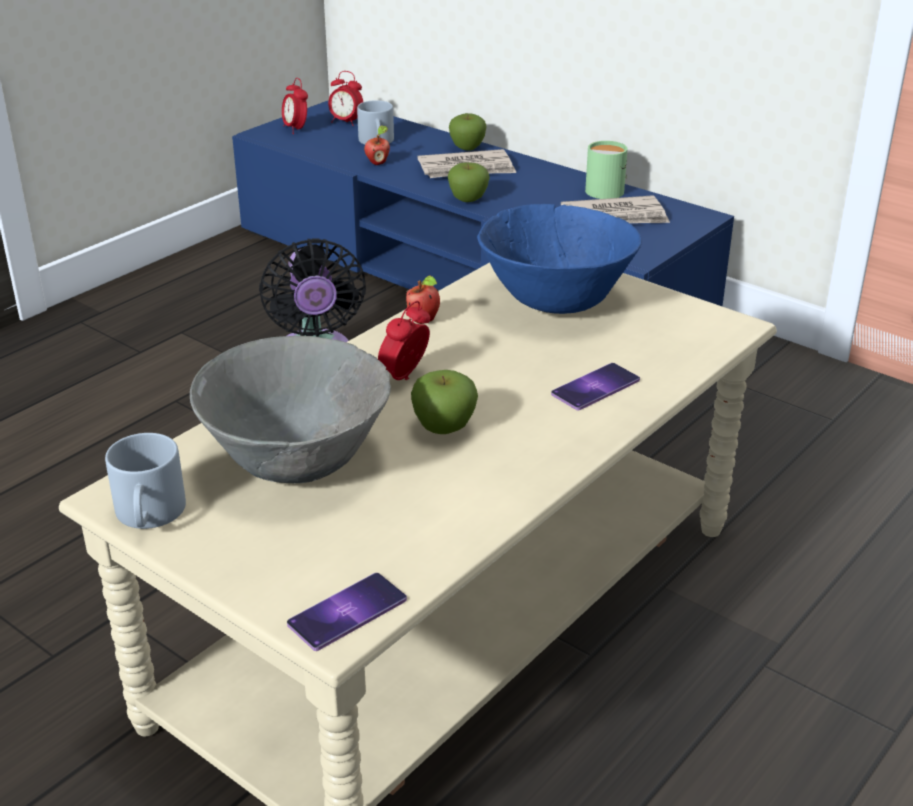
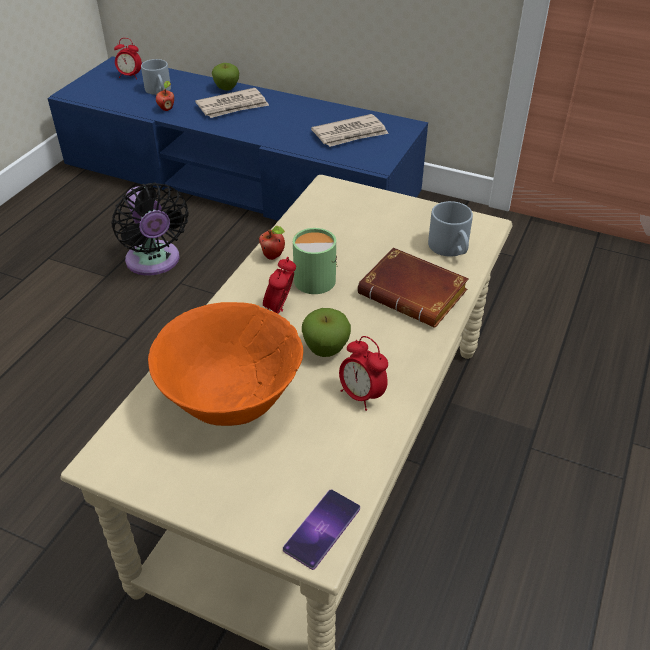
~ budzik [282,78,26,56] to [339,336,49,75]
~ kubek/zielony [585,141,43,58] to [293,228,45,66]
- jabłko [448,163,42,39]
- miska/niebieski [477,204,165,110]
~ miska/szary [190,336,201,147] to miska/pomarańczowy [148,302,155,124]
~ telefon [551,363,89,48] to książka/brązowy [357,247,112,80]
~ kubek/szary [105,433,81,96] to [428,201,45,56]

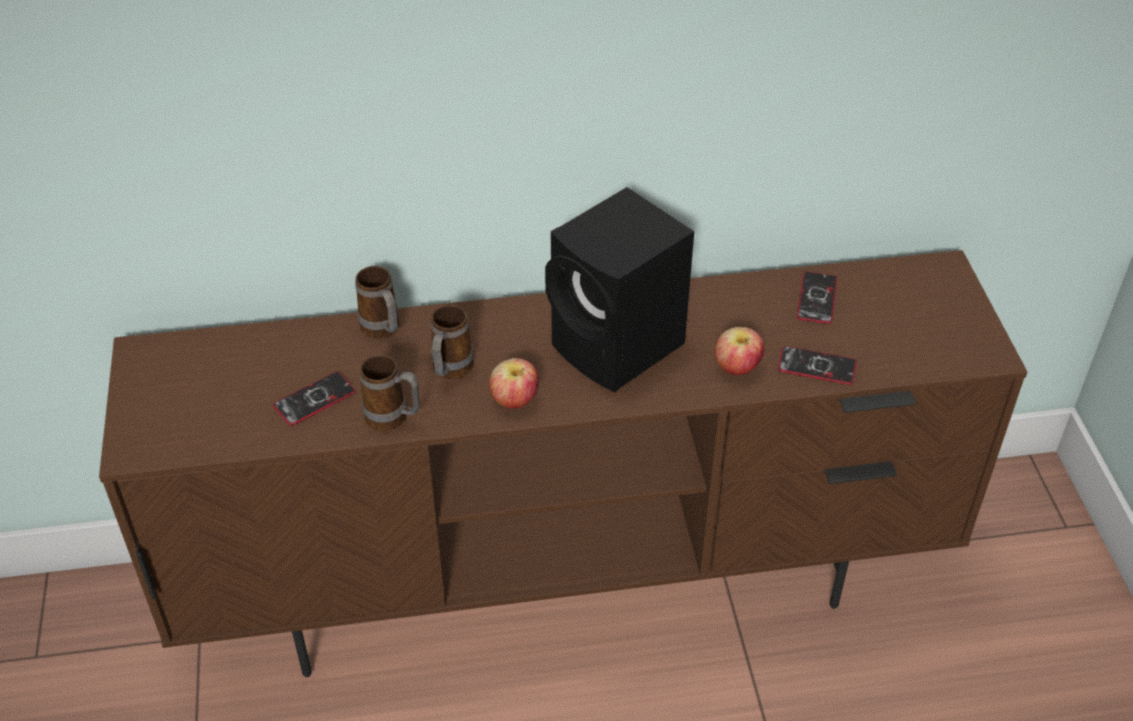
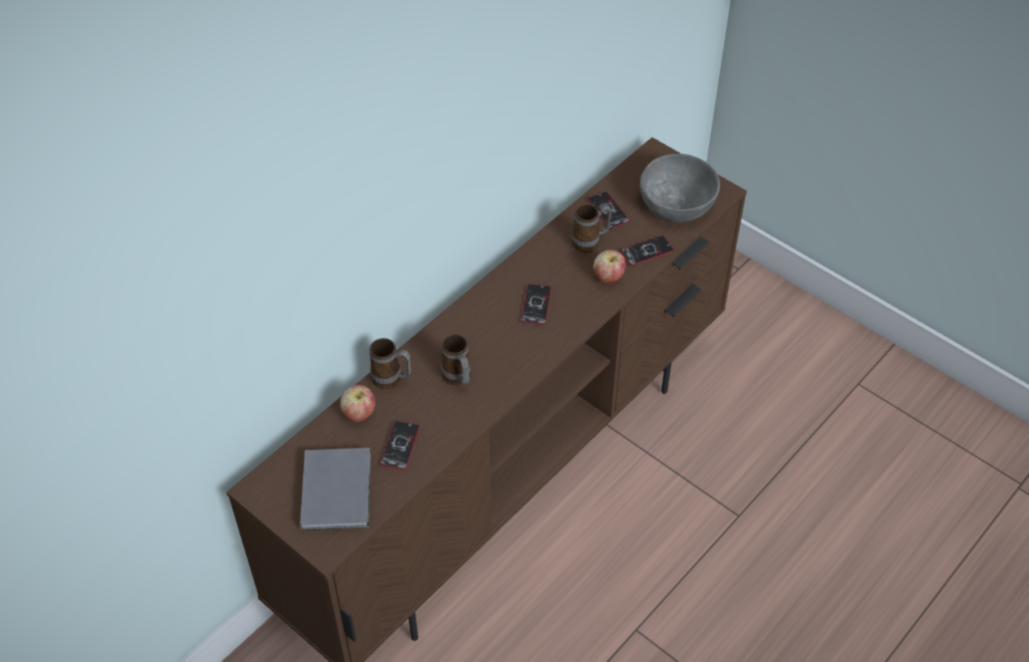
~ głośnik/czarny [545,187,149,205] to telefon [521,284,30,41]
~ kubek [360,355,60,76] to [572,204,40,49]
~ jabłko [489,358,50,51] to [340,385,36,37]
+ miska/szary [640,154,80,68]
+ książka/szary [300,448,71,82]

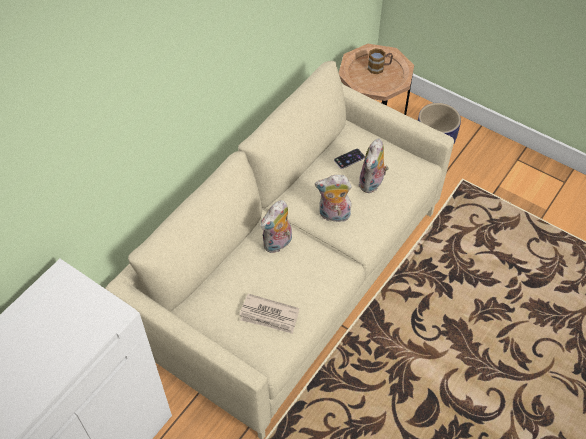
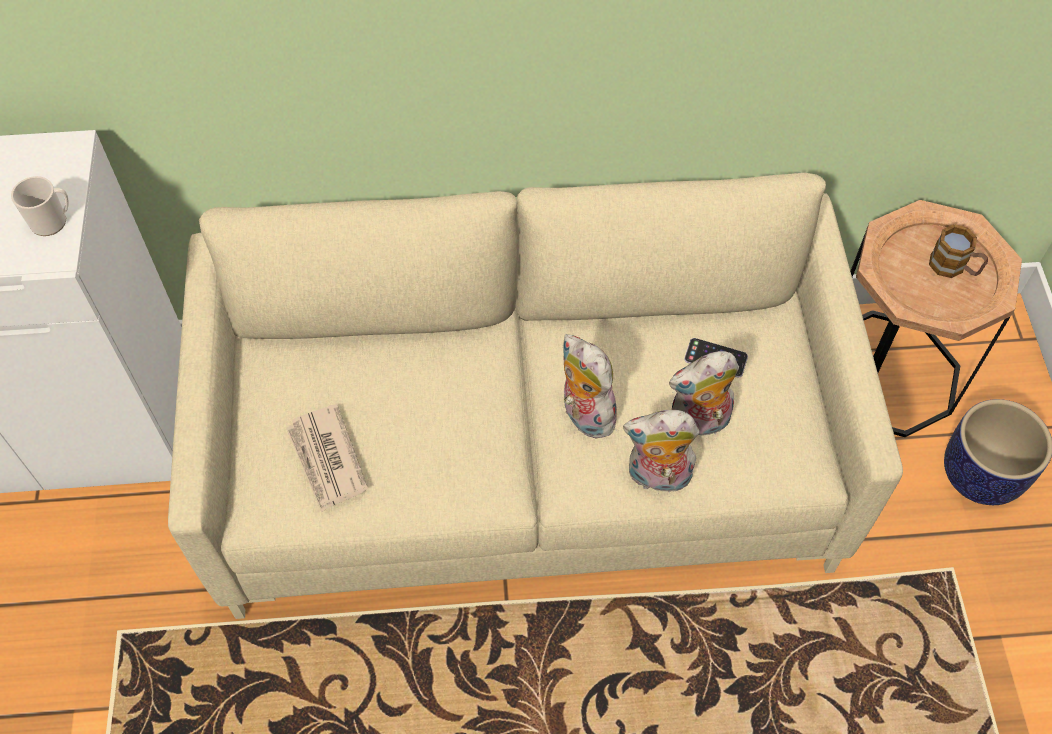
~ pluszak [261,200,31,53] to [623,410,77,83]
+ kubek [11,176,58,60]

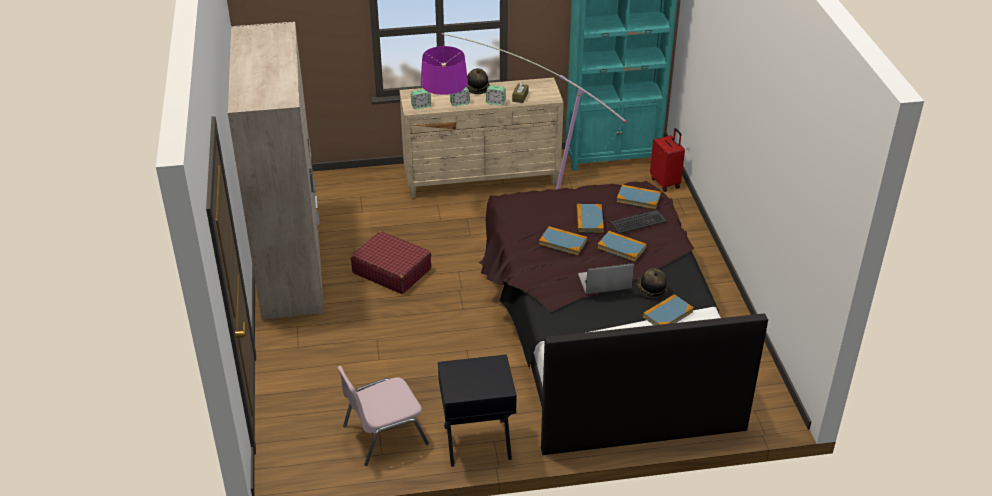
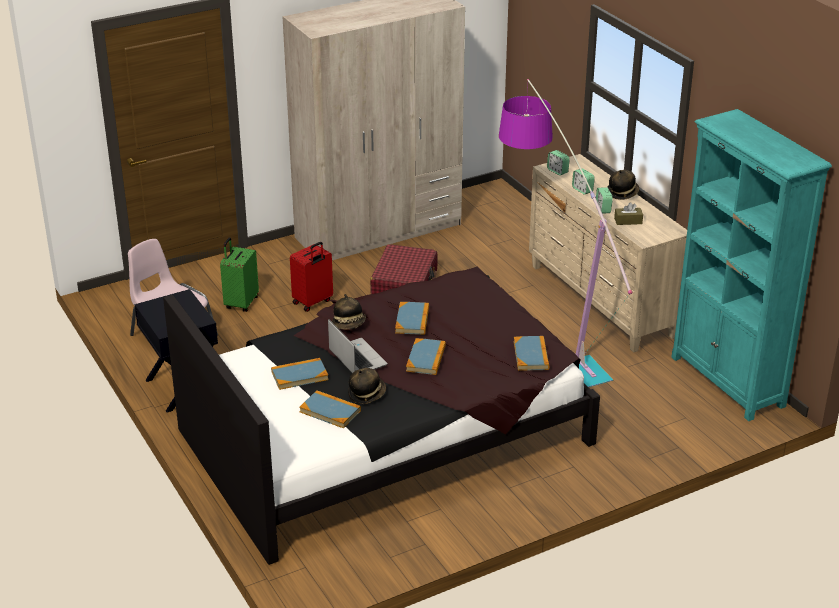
~ walizka/czerwony [650,128,35,64] to [290,242,43,70]
~ książka [577,204,27,29] to [271,358,57,32]
- klawiatura [610,210,57,24]
+ walizka/zielony [220,237,39,75]
+ kapelusz [332,294,34,35]

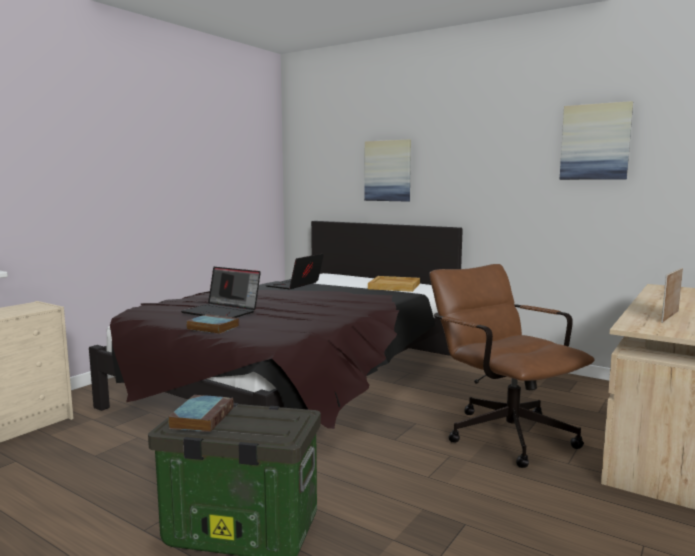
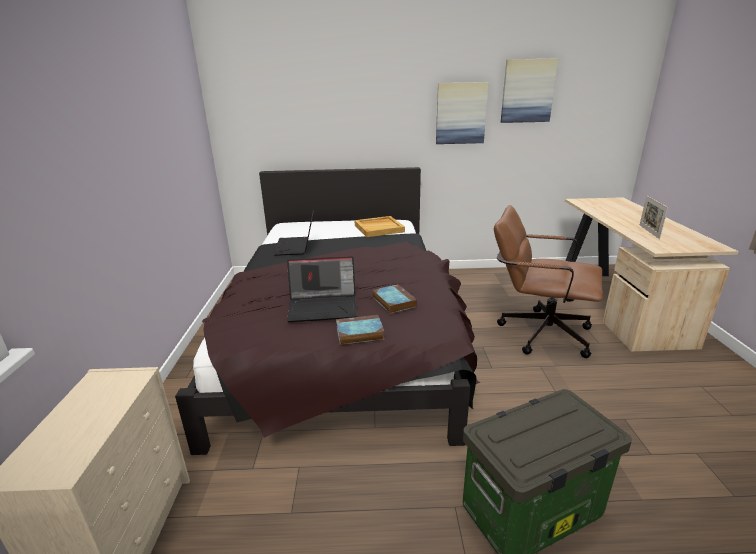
~ obraz [364,139,47,63] to [436,82,53,62]
~ książka [168,395,65,37] to [373,284,44,30]

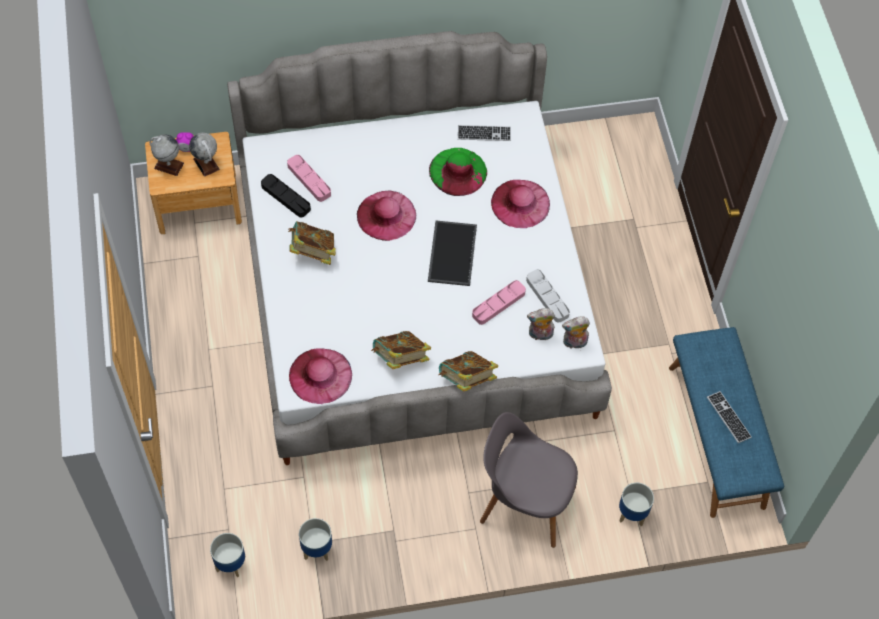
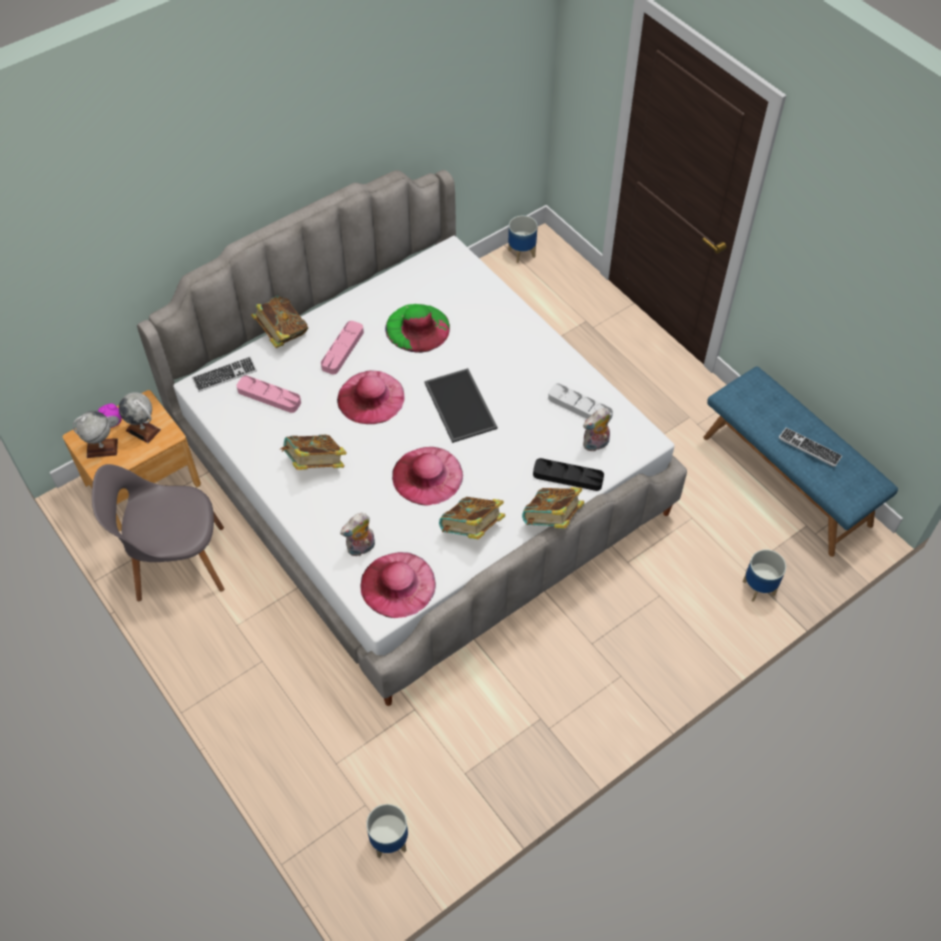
~ klawiatura [458,125,53,16] to [192,356,65,36]
~ taca/czarny [261,174,50,43] to [533,458,71,33]
~ kapelusz/różowy [491,180,59,48] to [392,447,71,58]
~ taca/różowy [472,280,54,45] to [321,321,43,54]
~ pluszak [562,316,28,33] to [340,513,35,43]
~ krzesło/szary [480,412,98,136] to [92,464,132,137]
~ donica [299,518,33,43] to [508,215,30,48]
+ książka [251,296,57,52]

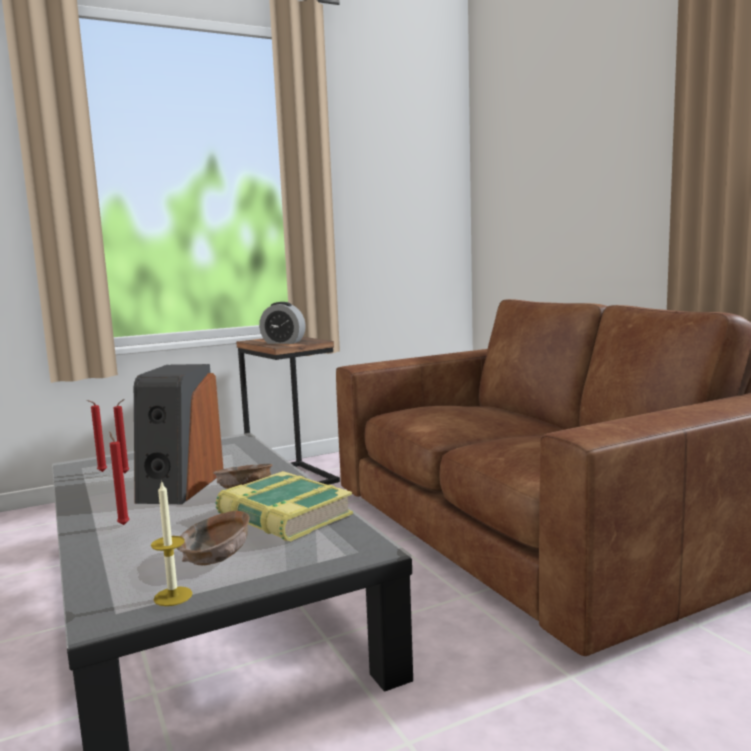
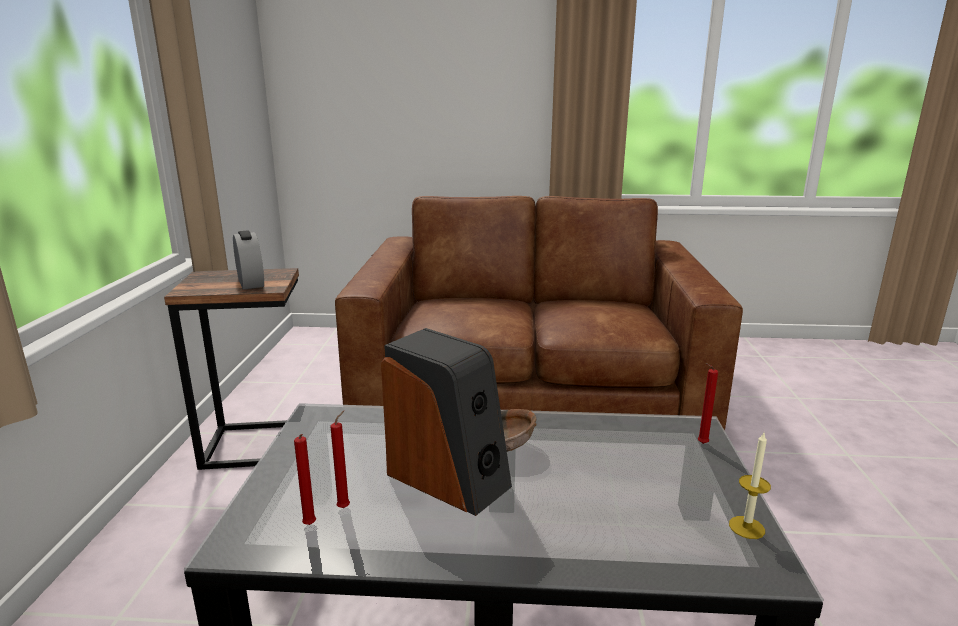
~ budzik [259,302,47,42] = [233,230,31,60] 75 degrees counterclockwise
~ świeca/czerwony [109,432,21,93] to [698,363,20,81]
- książka [215,471,138,70]
- miska/brązowy [177,511,73,55]

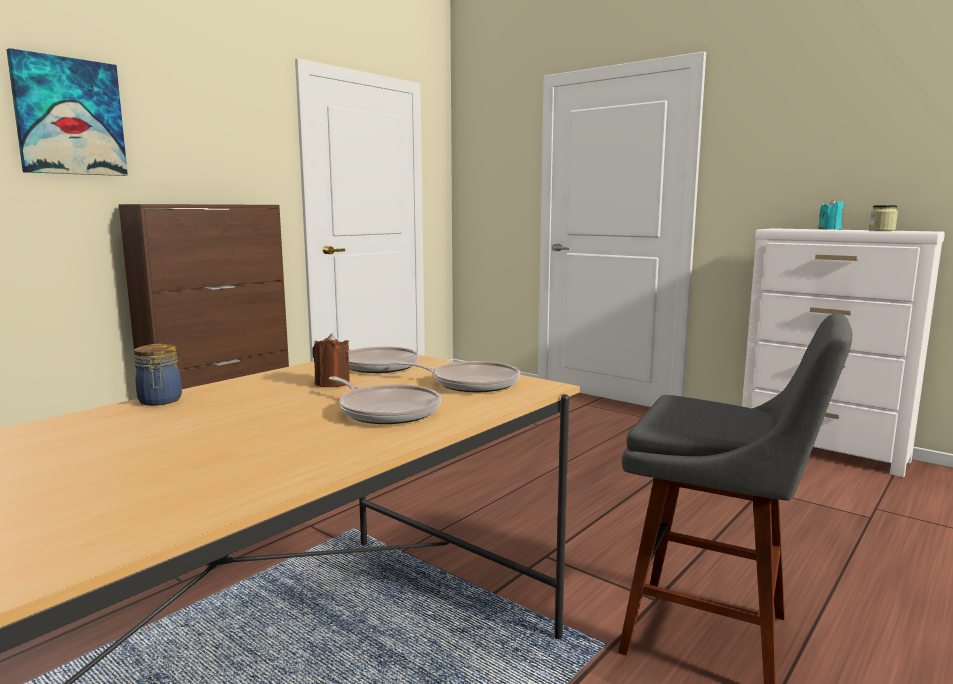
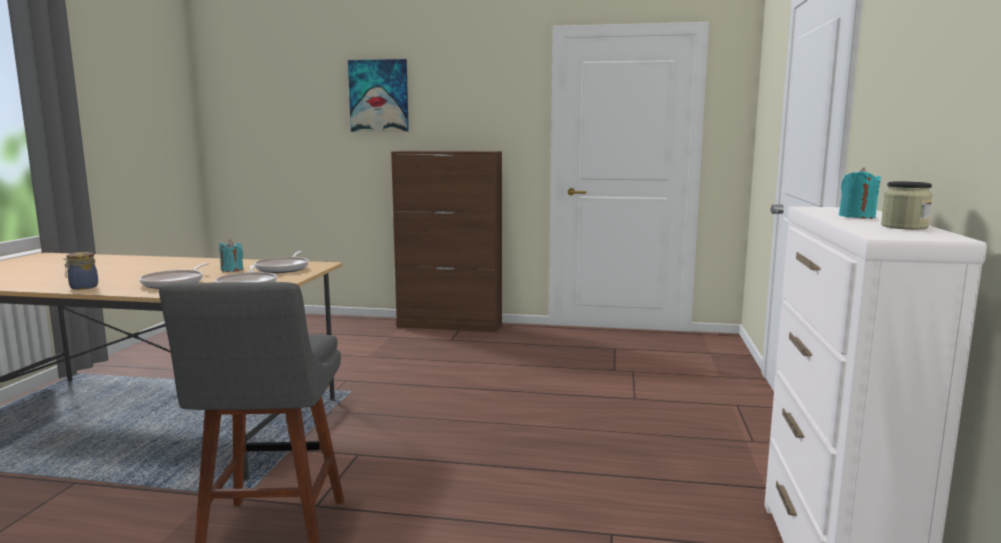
~ świeca/brązowy [312,333,38,54] to świeca/turkusowy [219,240,24,32]
~ słoik [134,344,48,62] to [64,252,34,38]

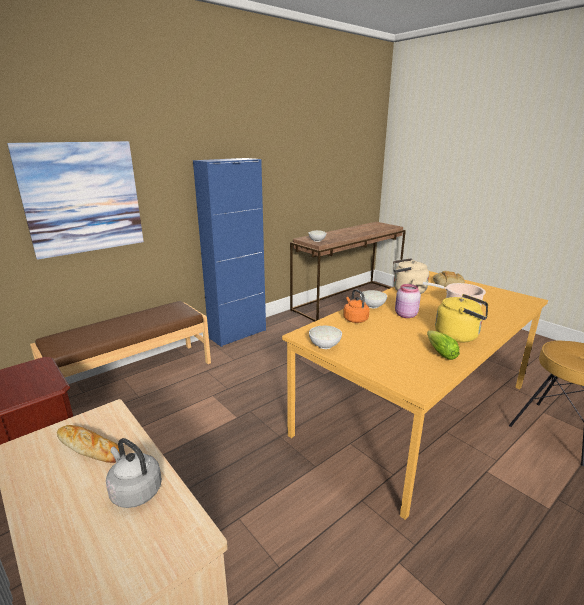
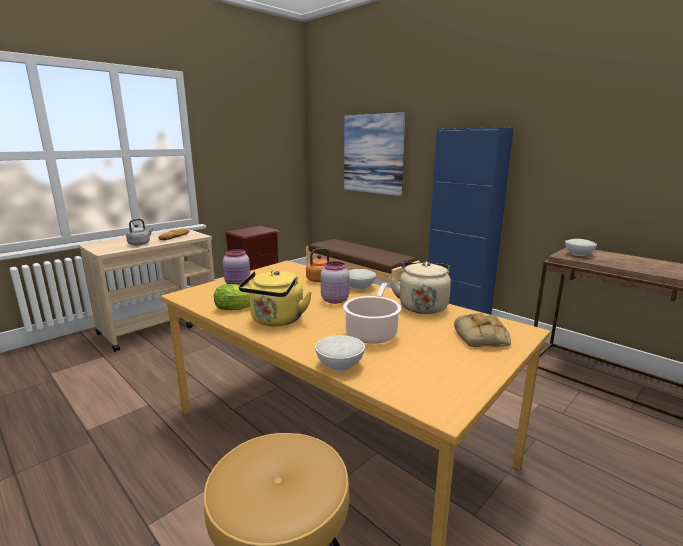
~ miska/biały [309,326,33,23] to [315,335,50,36]
+ słoik/różowy [223,249,27,37]

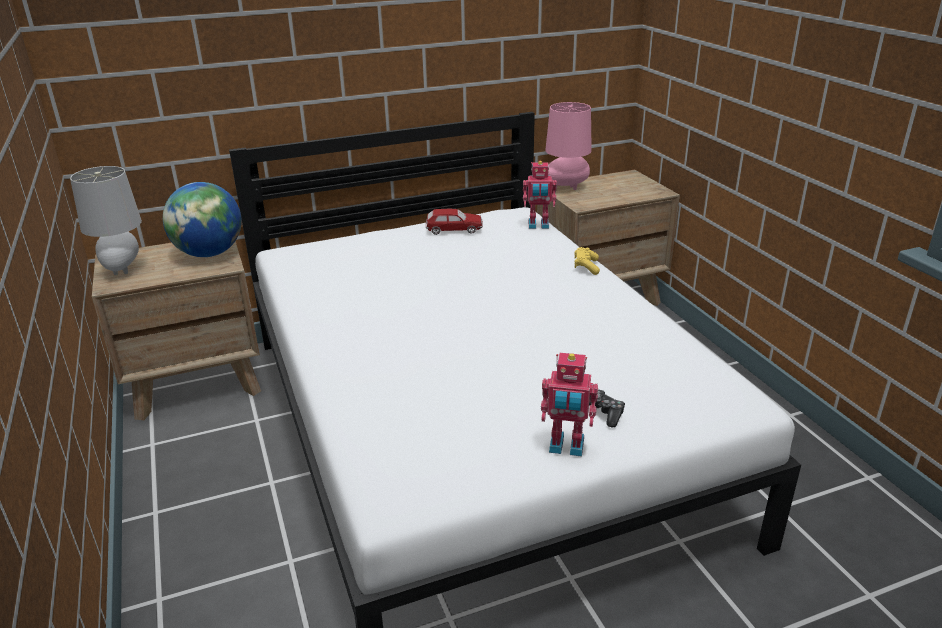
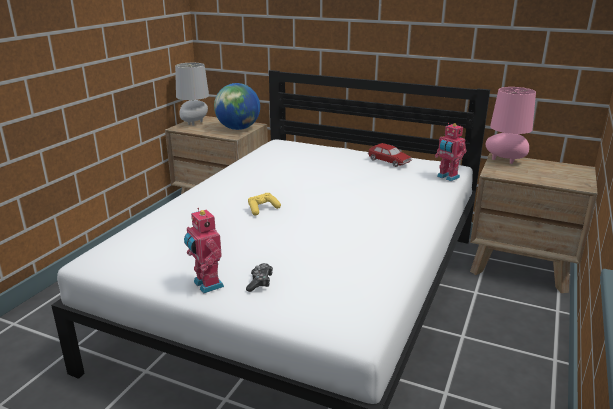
~ pad do gier/żółty [574,247,26,28] to [248,193,33,23]

